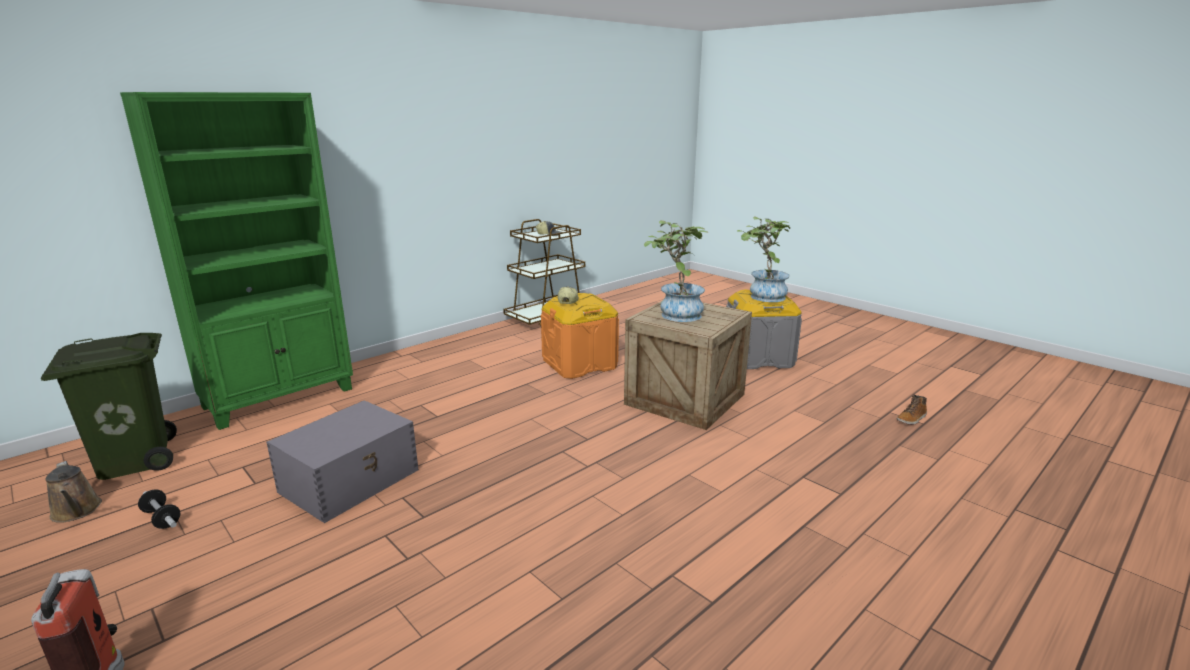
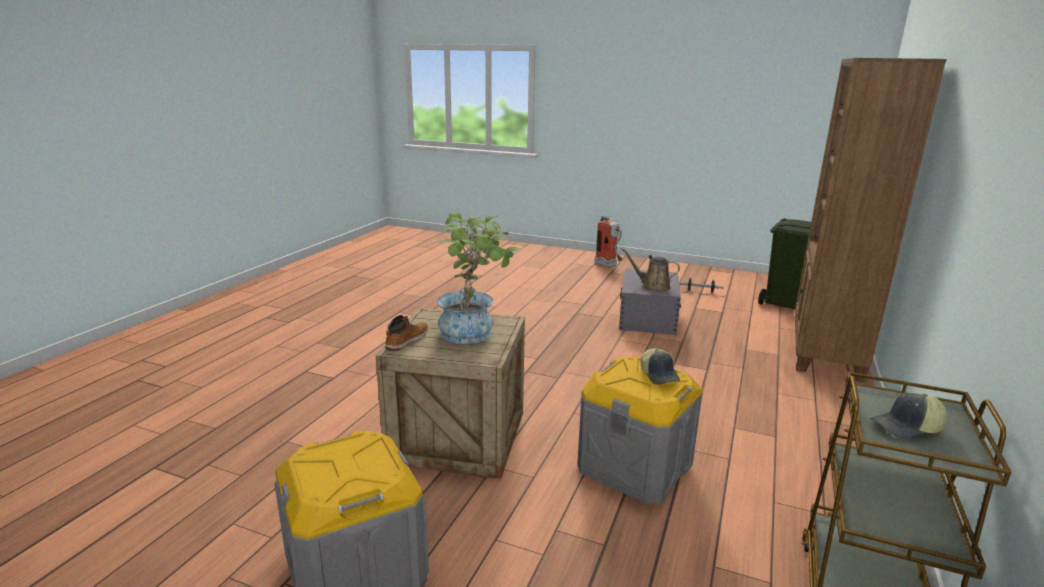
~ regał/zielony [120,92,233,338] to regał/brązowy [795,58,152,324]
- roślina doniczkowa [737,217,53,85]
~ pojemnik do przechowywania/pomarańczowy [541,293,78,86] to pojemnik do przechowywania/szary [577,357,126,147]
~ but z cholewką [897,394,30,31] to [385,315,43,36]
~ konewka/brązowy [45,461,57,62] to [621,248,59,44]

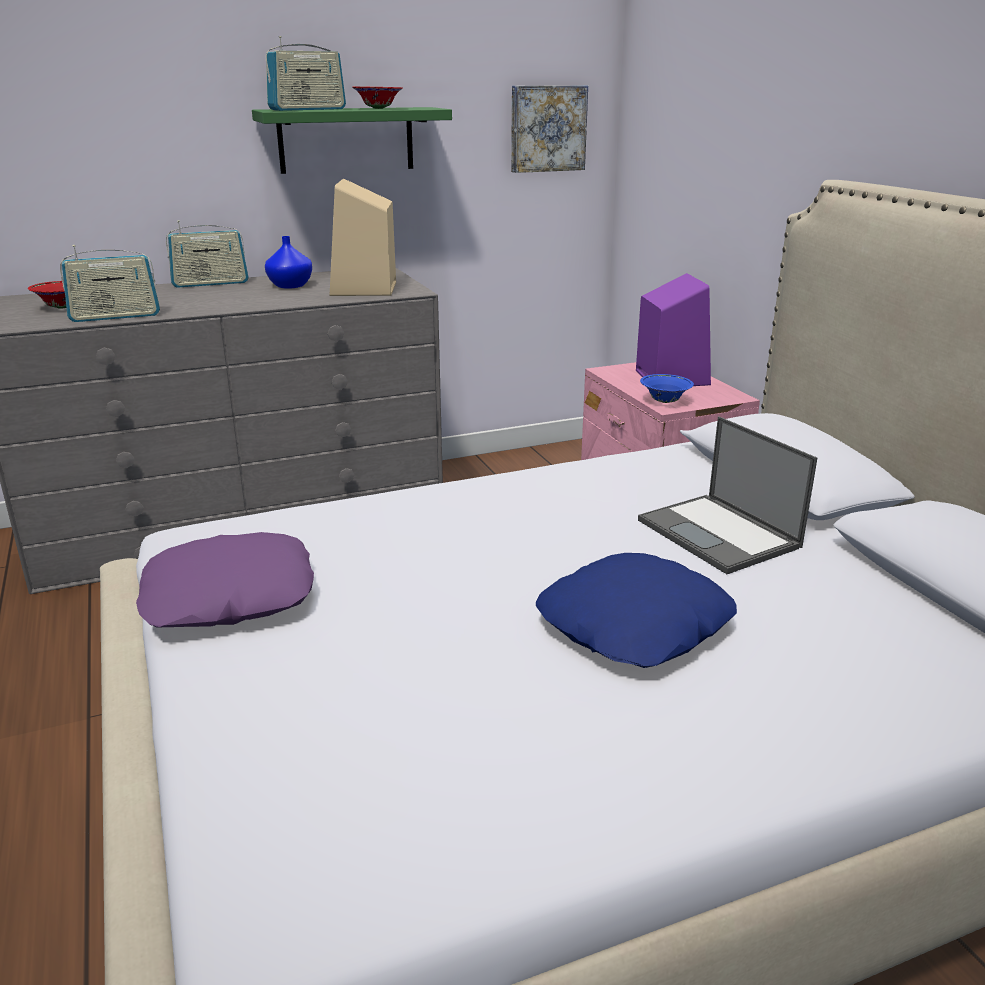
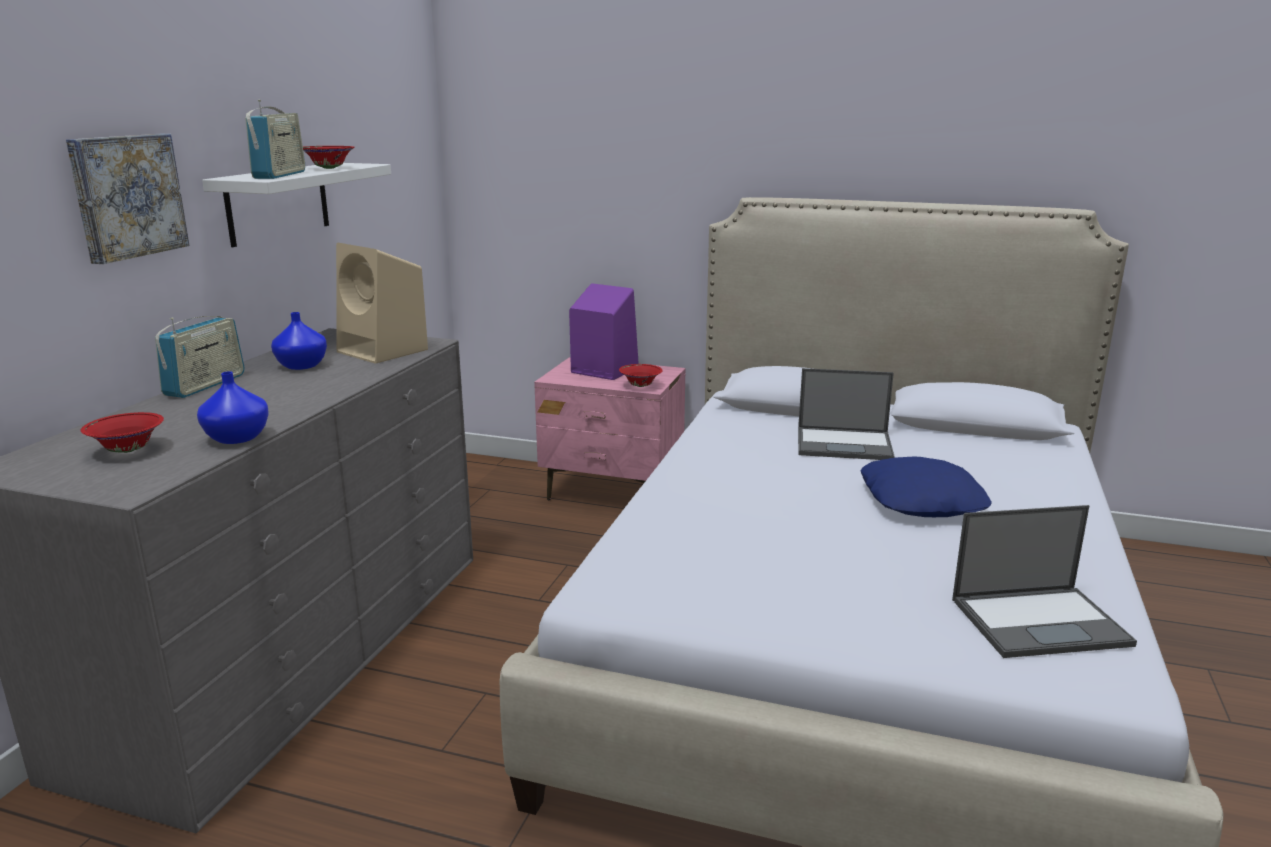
~ obraz [511,85,77,88] to [66,134,123,130]
~ półka/zielony [252,107,200,67] to półka/biały [202,163,189,84]
~ radio [60,245,100,77] to wazon/niebieski [197,371,72,73]
~ miska/niebieski [640,374,54,29] to miska/czerwony [619,364,44,23]
- poduszka/fioletowy [136,532,178,96]
+ laptop [952,505,185,153]

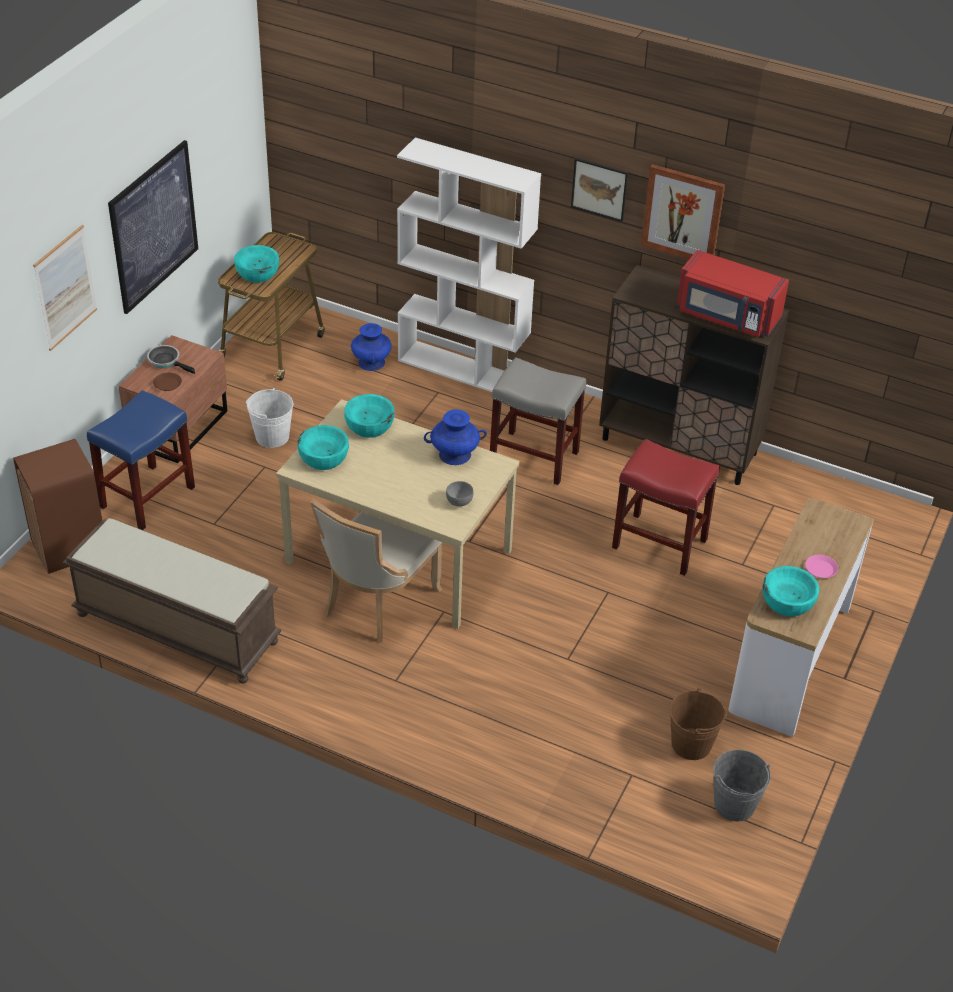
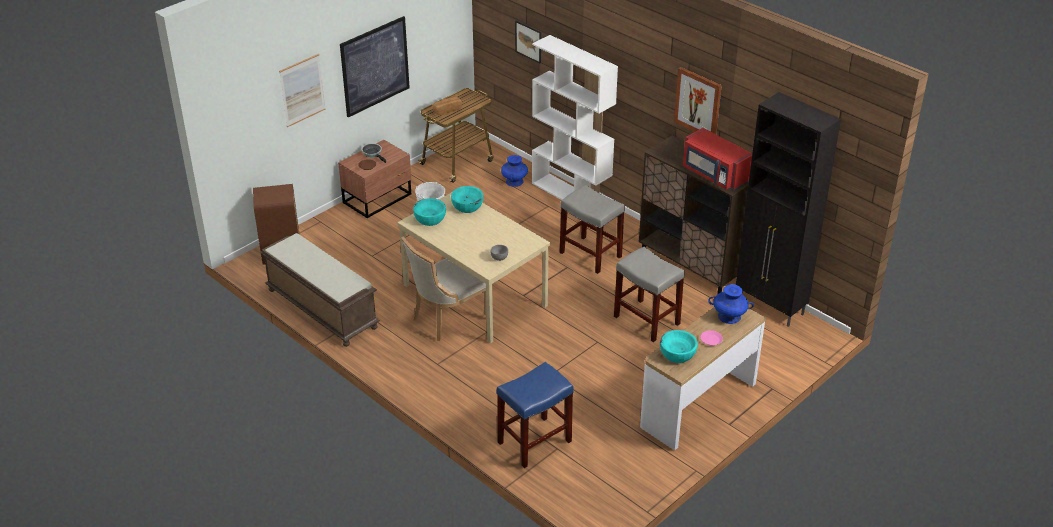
~ obraz [571,158,57,64] to [515,21,26,42]
~ miska/turkusowy [234,245,45,38] to chleb [433,97,29,18]
~ stołek/niebieski [87,390,108,140] to [497,362,77,106]
~ wazon/niebieski [424,409,63,56] to [708,284,46,40]
~ stołek/czerwony [612,439,108,137] to stołek/szary [614,247,71,96]
- wiadro/brązowy [670,688,57,72]
- wiadro/szary [713,750,58,71]
+ szafka/czarny [736,92,105,235]

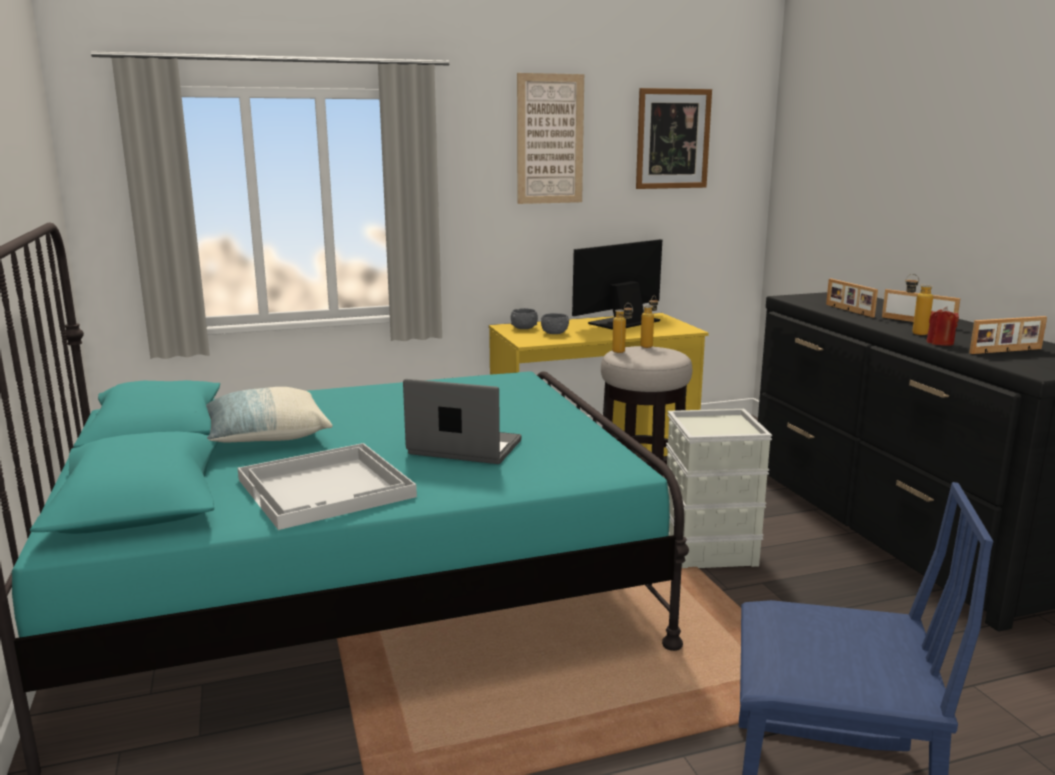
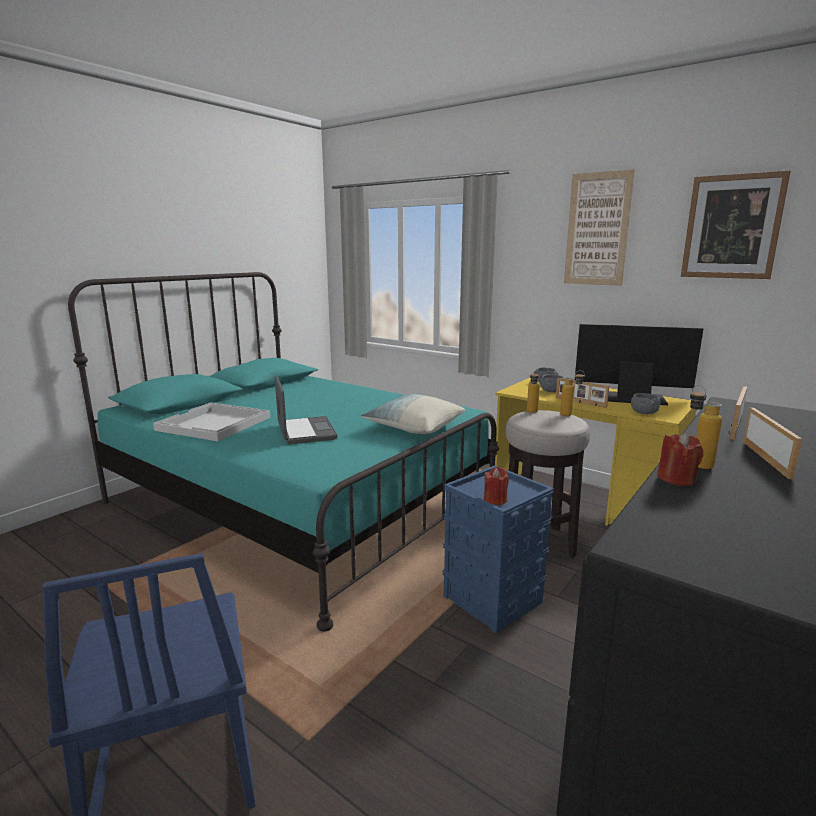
~ ramka na zdjęcie [969,316,78,38] to [556,378,53,30]
~ poduszka [206,387,127,56] to [361,394,104,40]
~ pojemnik do przechowywania/szary [664,409,108,159] to pojemnik do przechowywania/niebieski [442,465,112,169]
+ miska/szary [631,393,29,21]
+ świeca/czerwony [484,467,25,38]

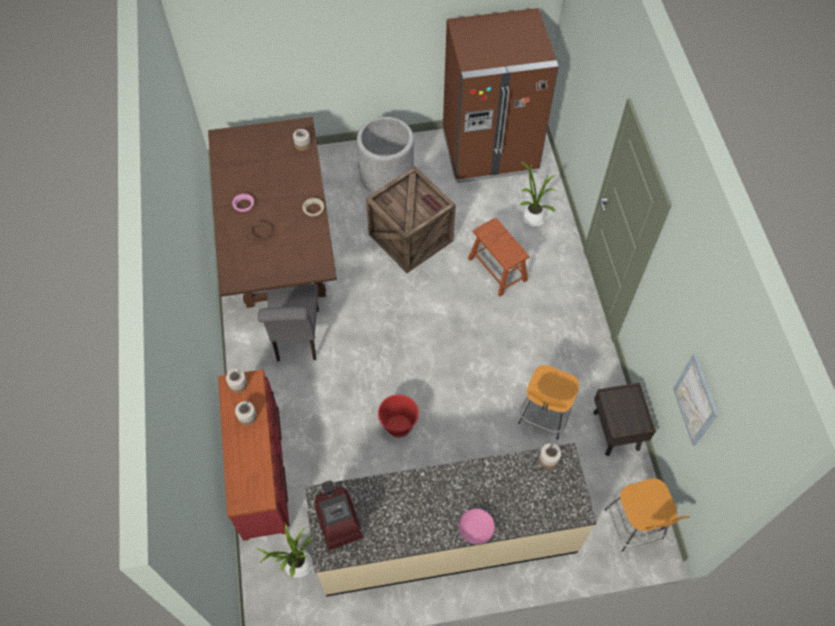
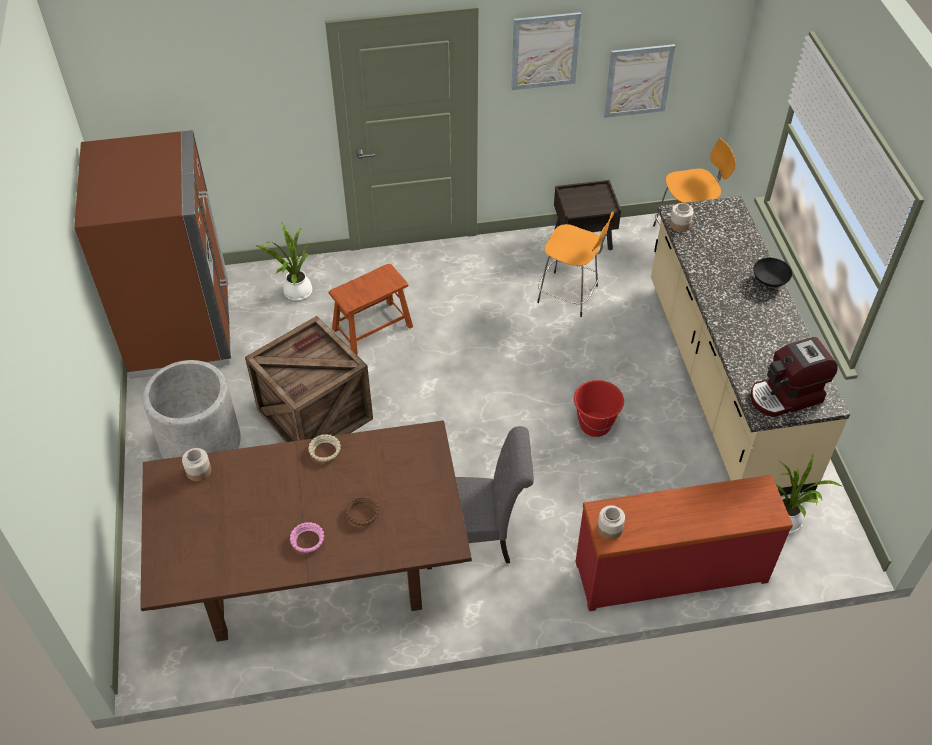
- słoik [235,401,22,25]
~ miska/różowy [459,509,36,35] to miska/czarny [753,258,39,29]
+ obraz [511,12,70,78]

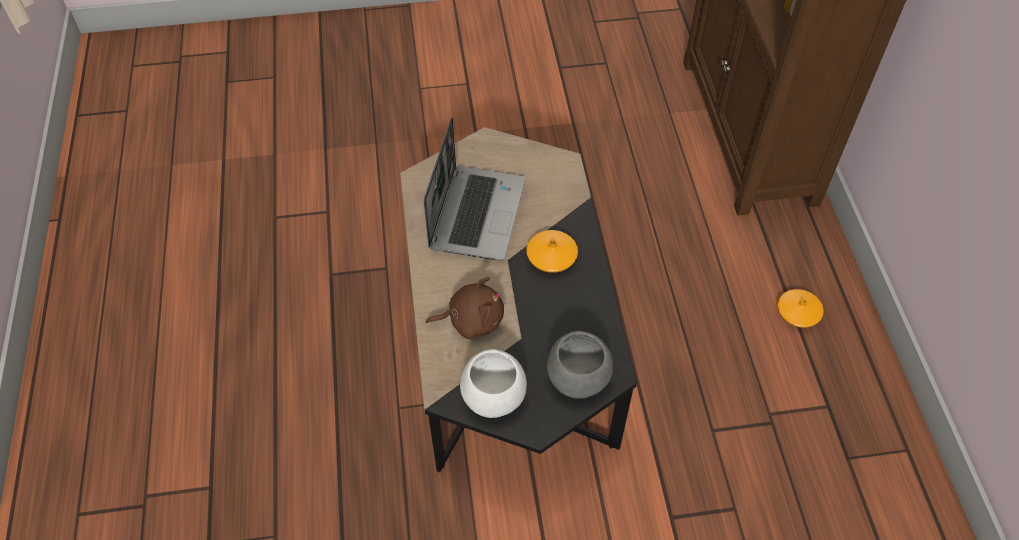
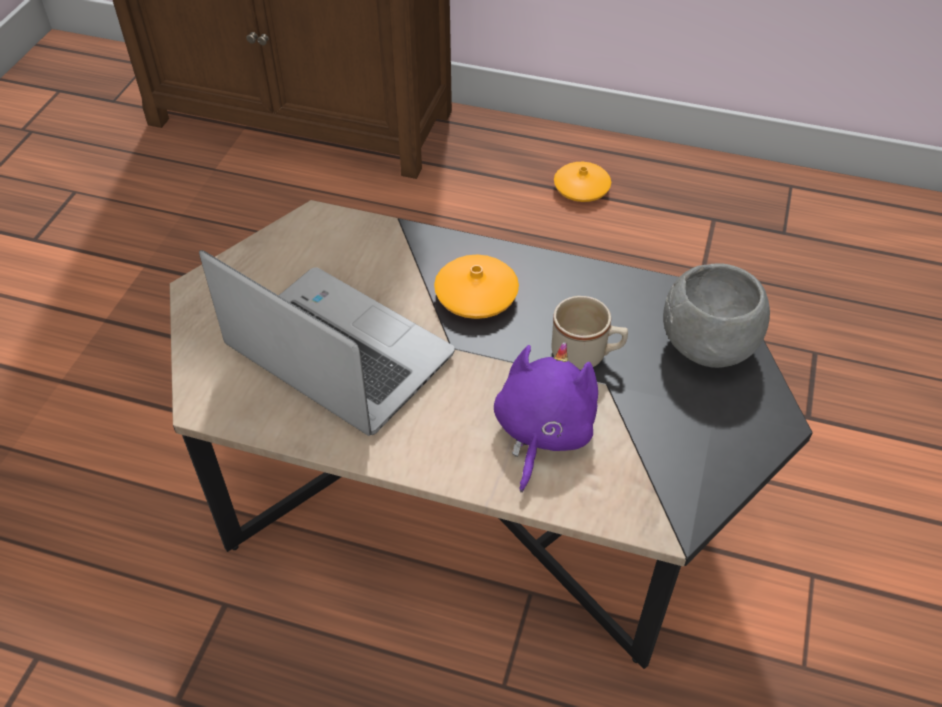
~ pluszak/brązowy [426,277,78,62] to pluszak/fioletowy [494,342,104,151]
- miska/biały [460,349,67,69]
+ kubek/beżowy [552,296,76,74]

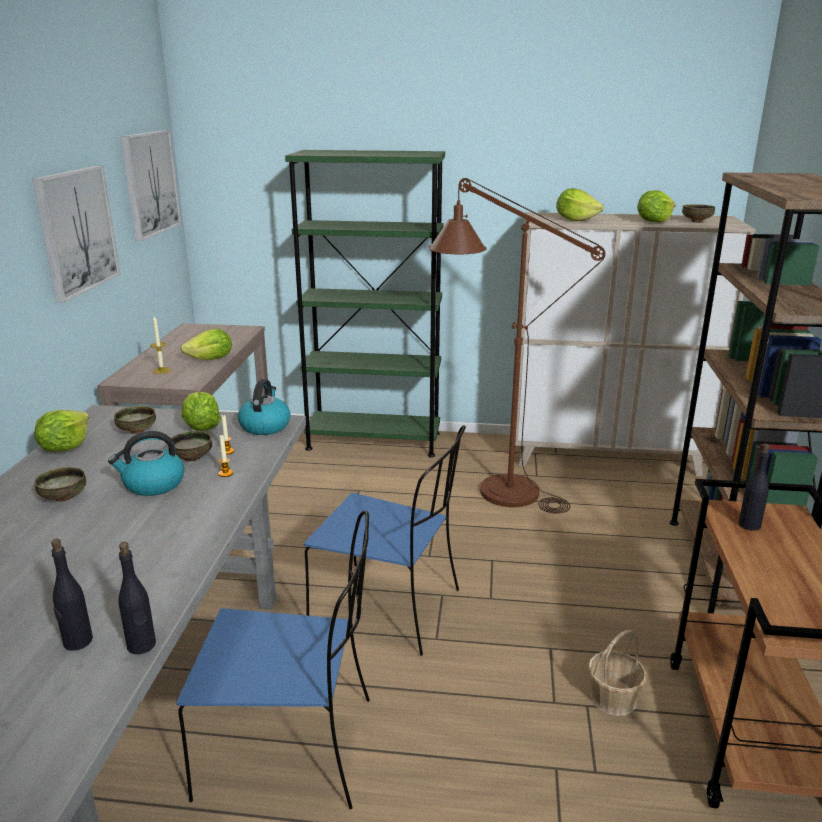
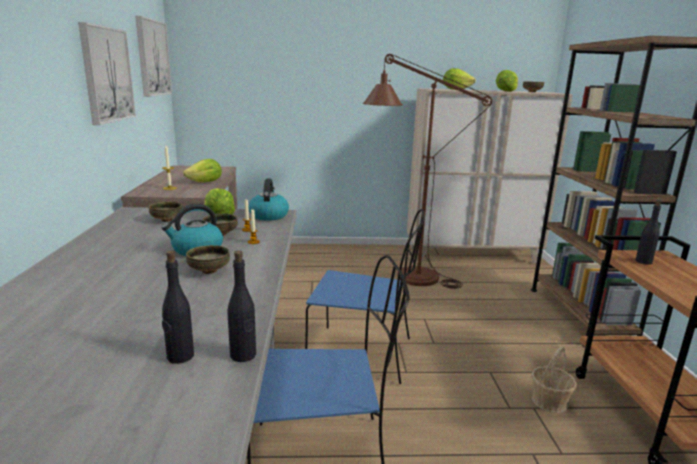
- regał/zielony [285,150,160,307]
- sałata [34,410,55,42]
~ miska [34,467,52,35] to [186,245,44,29]

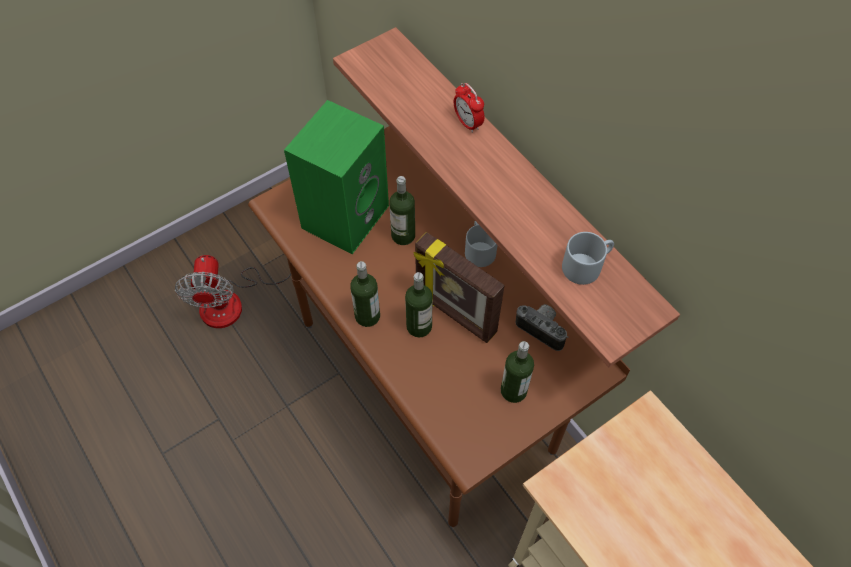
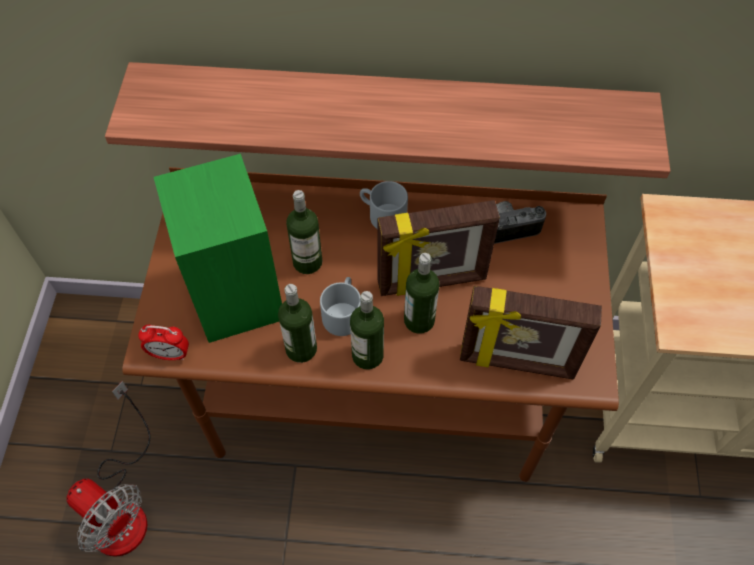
~ budzik [454,83,31,50] to [138,325,51,35]
~ kubek/szary [562,232,52,53] to [320,277,41,59]
~ butelka [501,341,33,62] to [278,284,39,79]
+ ramka na zdjęcie [460,286,142,93]

